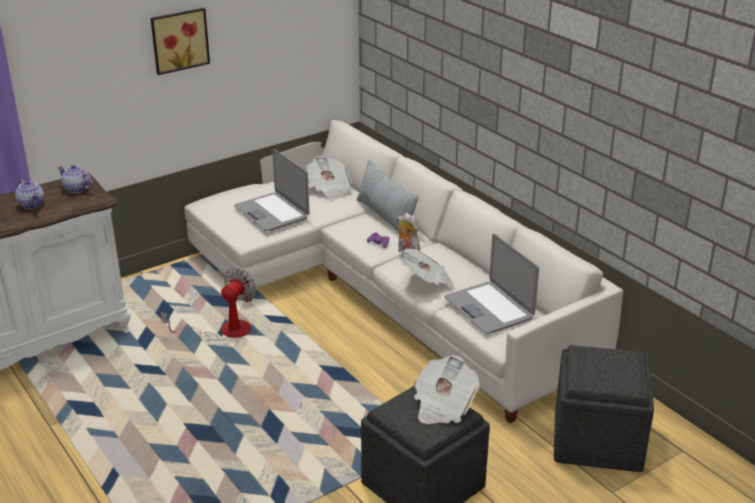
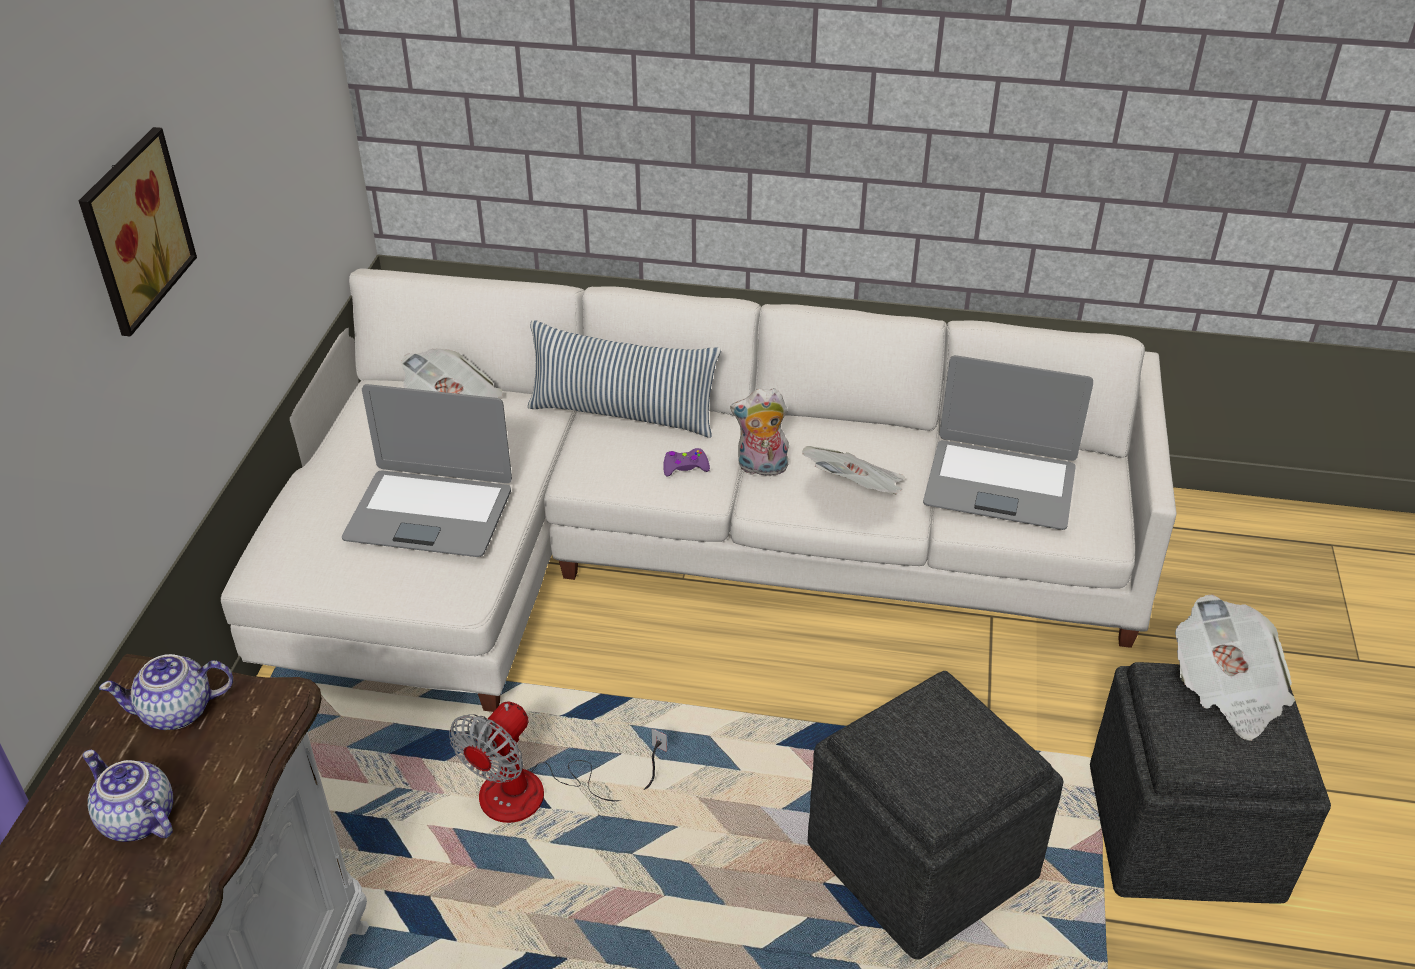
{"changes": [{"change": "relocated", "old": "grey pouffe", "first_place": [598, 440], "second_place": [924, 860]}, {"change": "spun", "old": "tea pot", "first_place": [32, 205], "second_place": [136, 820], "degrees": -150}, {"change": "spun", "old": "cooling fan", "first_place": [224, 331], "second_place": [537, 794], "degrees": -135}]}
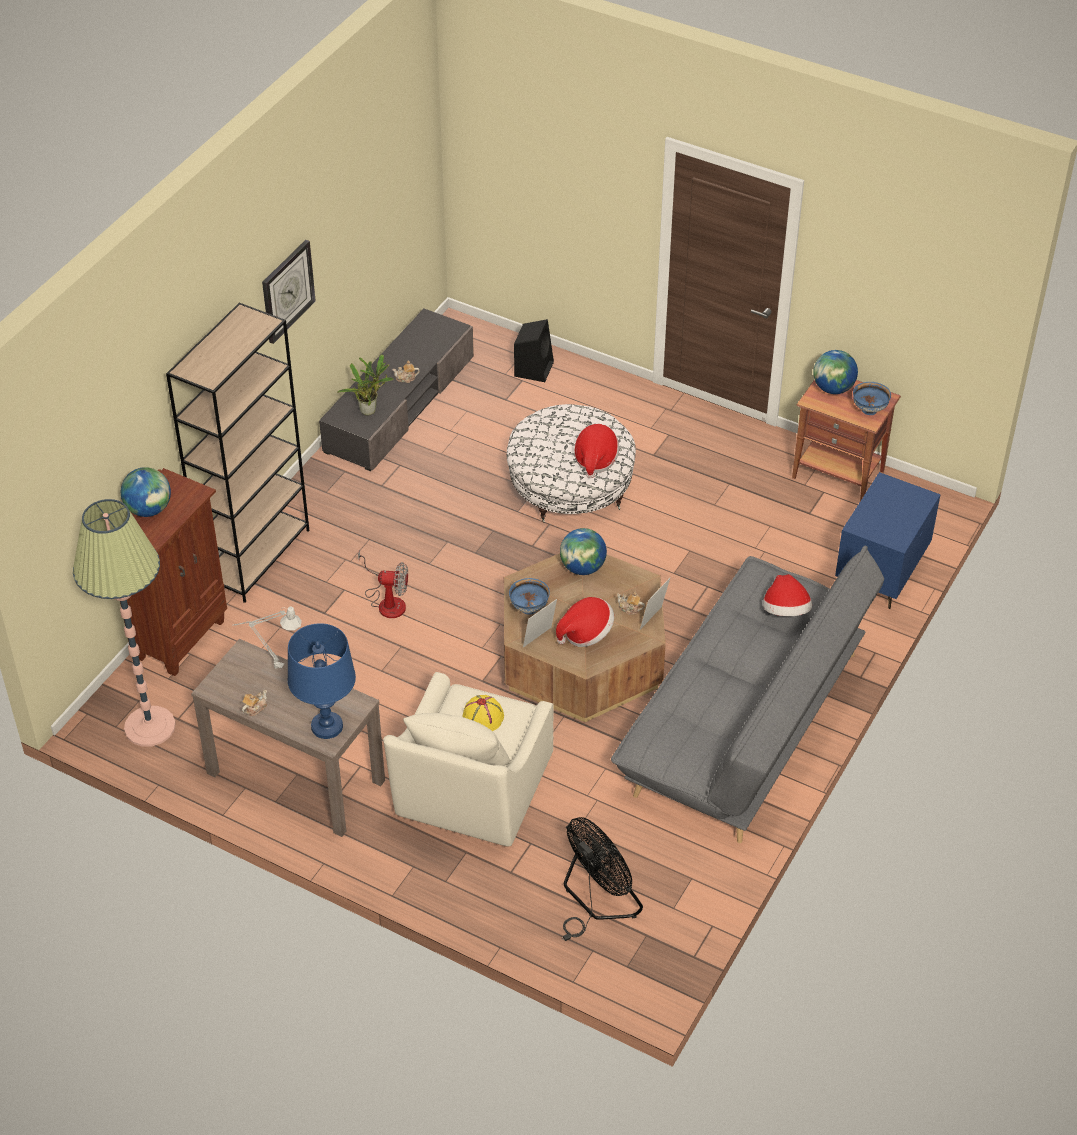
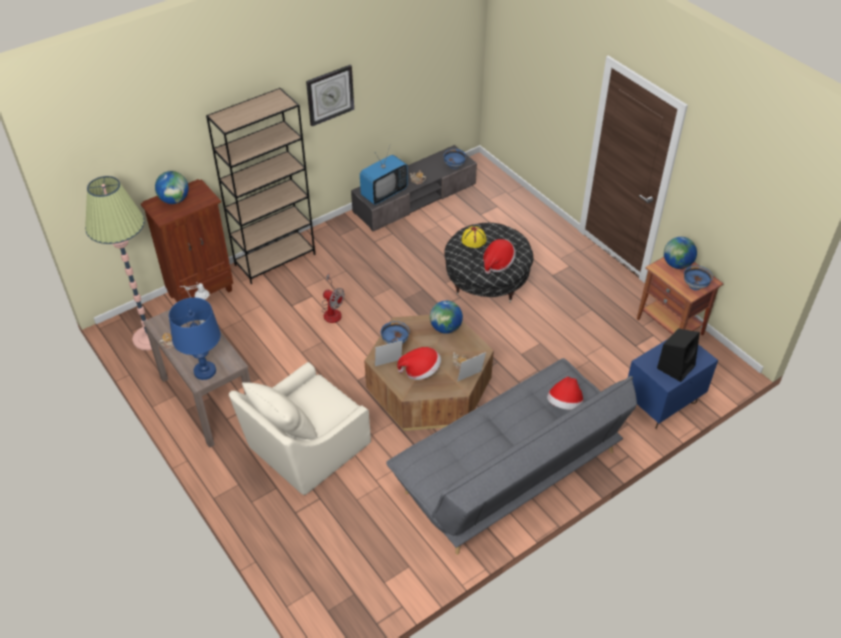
{"changes": [{"change": "missing", "old": "blackish cooling fan", "first_place": [592, 898]}, {"change": "appeared", "new": "blue bowl", "second_place": [454, 166]}, {"change": "relocated", "old": "yellow hat", "first_place": [483, 717], "second_place": [474, 240]}, {"change": "relocated", "old": "blackish loudspeaker", "first_place": [534, 368], "second_place": [676, 366]}, {"change": "exchanged", "old": "houseplant", "new": "TV", "first_place": [370, 410], "second_place": [384, 193]}, {"change": "colour", "old": "whitish pouffe", "new": "blackish pouffe", "first_place": [570, 488], "second_place": [487, 279]}]}
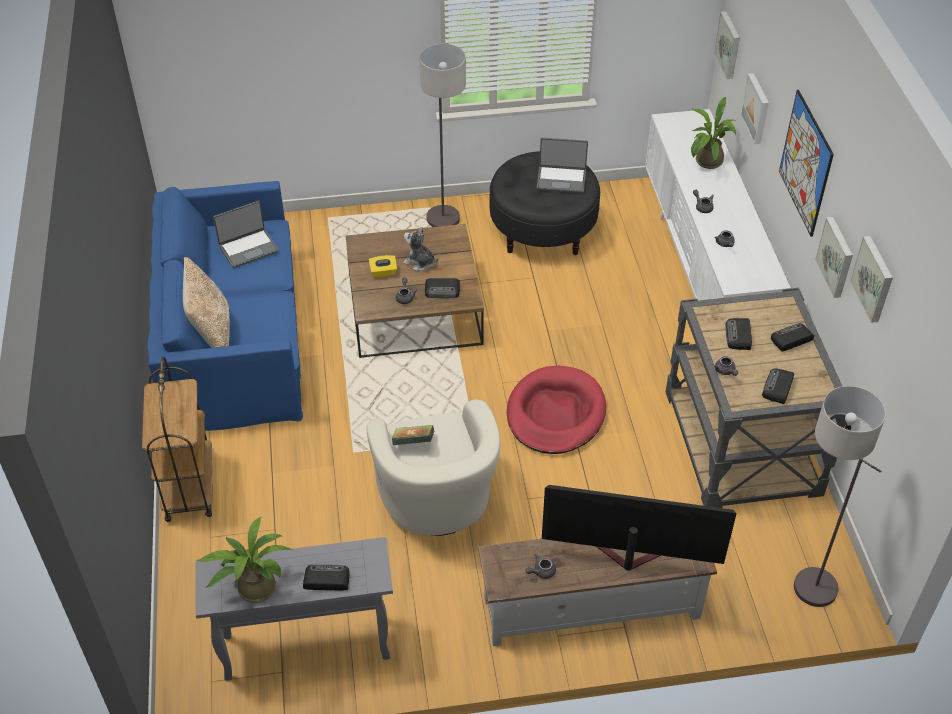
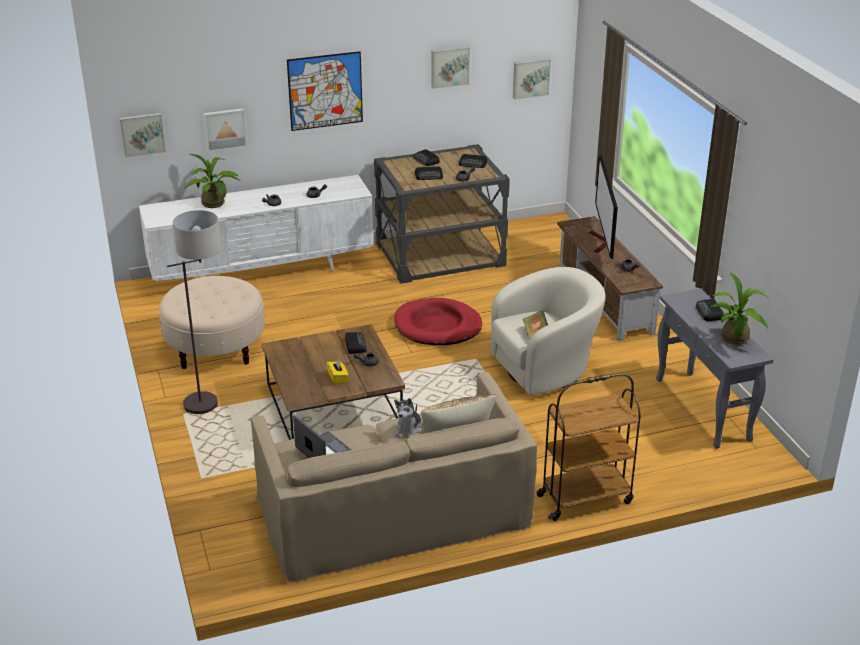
{"changes": [{"change": "missing", "old": "notebook computer", "first_place": [561, 179]}, {"change": "missing", "old": "grey floor lamp", "first_place": [804, 580]}, {"change": "relocated", "old": "cuddly toy", "first_place": [420, 262], "second_place": [409, 430]}, {"change": "relocated", "old": "wall art", "first_place": [836, 257], "second_place": [530, 78]}, {"change": "colour", "old": "blue sofa", "new": "beige-coloured sofa", "first_place": [233, 336], "second_place": [393, 510]}, {"change": "colour", "old": "blackish pouffe", "new": "beige-coloured pouffe", "first_place": [543, 230], "second_place": [215, 348]}]}
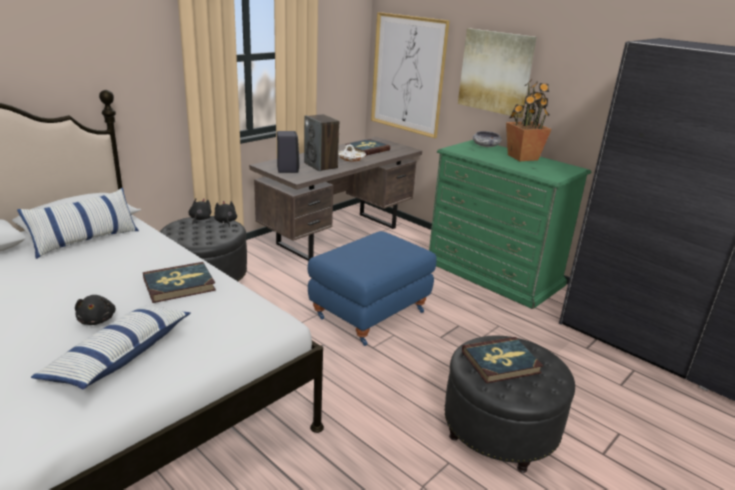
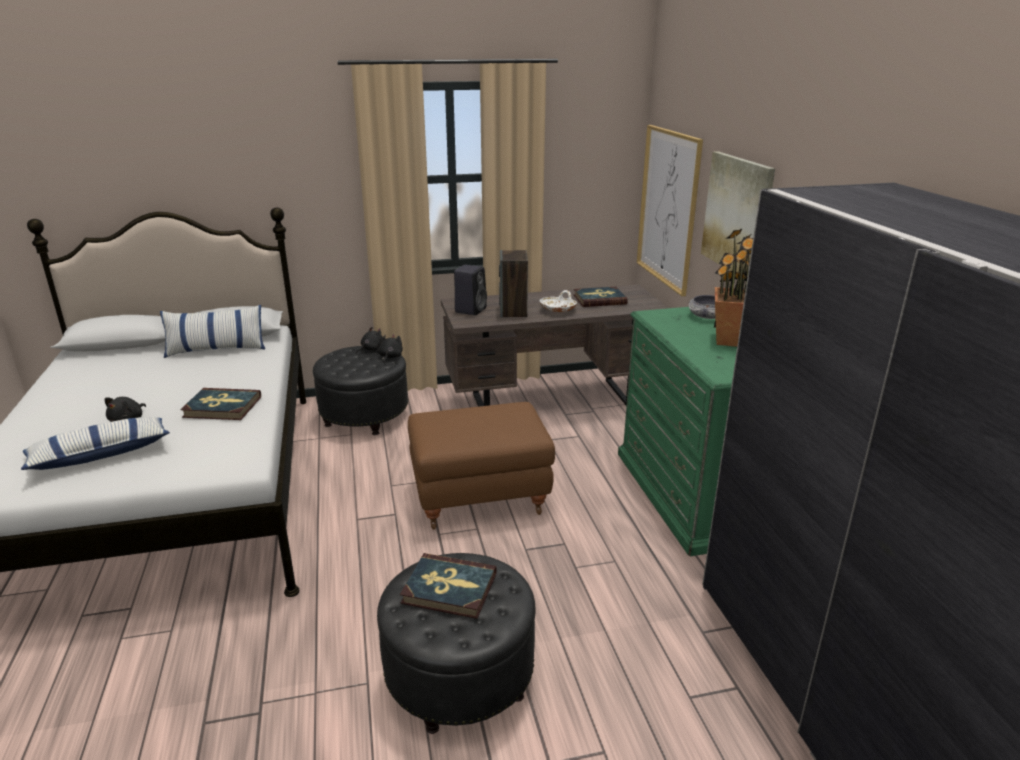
{"changes": [{"change": "colour", "old": "blue pouffe", "new": "brown pouffe", "first_place": [369, 313], "second_place": [480, 496]}]}
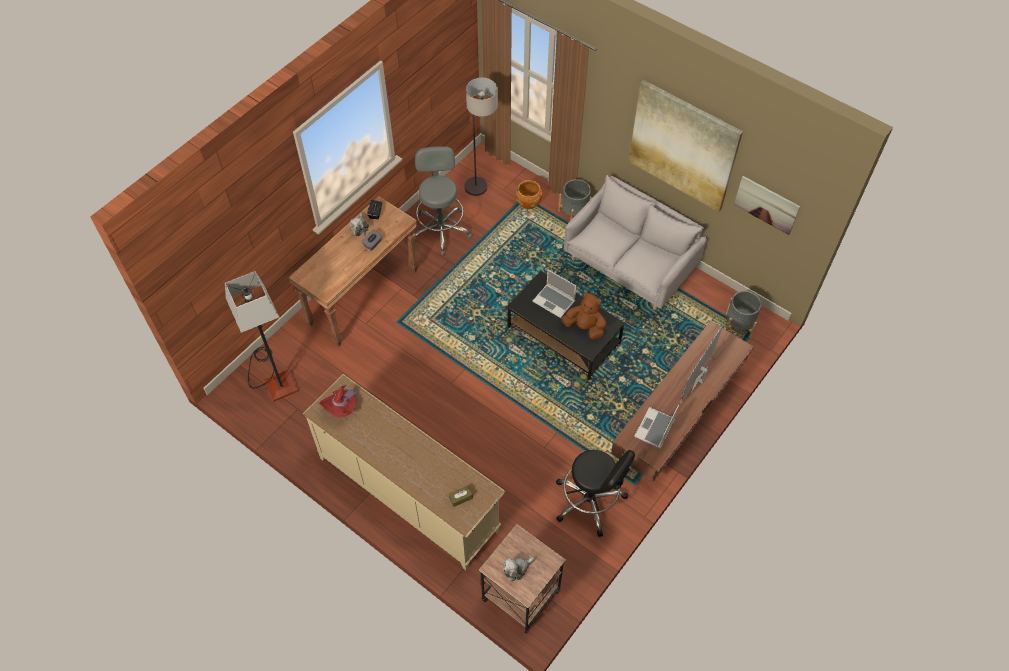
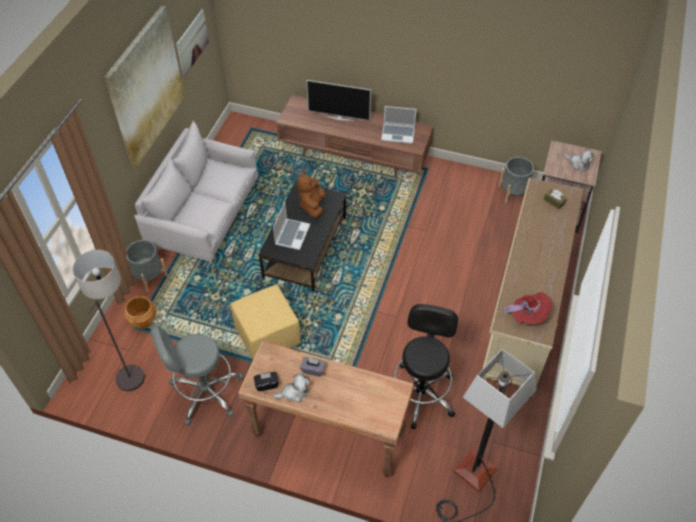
{"changes": [{"change": "appeared", "new": "yellow pouffe", "second_place": [266, 336]}, {"change": "relocated", "old": "blackish sitting stool", "first_place": [590, 502], "second_place": [420, 393]}, {"change": "relocated", "old": "grey plant pot", "first_place": [738, 325], "second_place": [513, 192]}]}
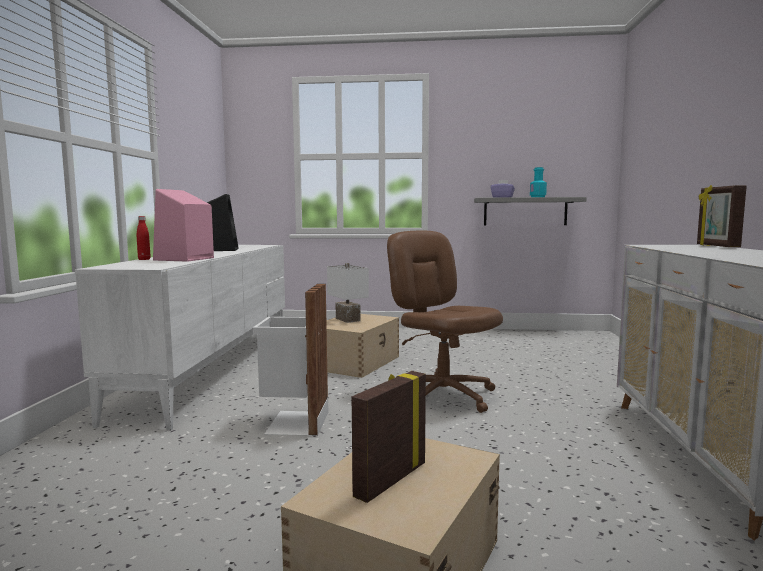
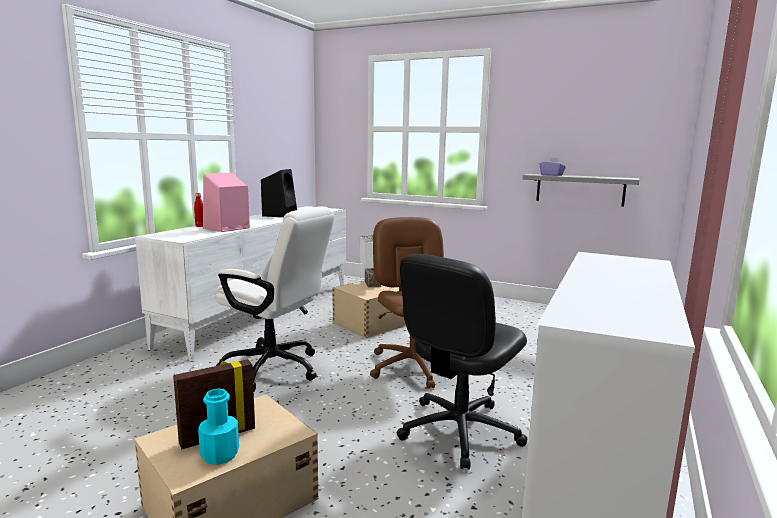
{"changes": [{"change": "missing", "old": "standing frame", "first_place": [716, 246]}, {"change": "appeared", "new": "blackish office chair", "second_place": [459, 431]}, {"change": "relocated", "old": "turquoise beverage bottle", "first_place": [537, 197], "second_place": [220, 455]}, {"change": "exchanged", "old": "whitish rubbish bin", "new": "whitish office chair", "first_place": [294, 422], "second_place": [276, 370]}]}
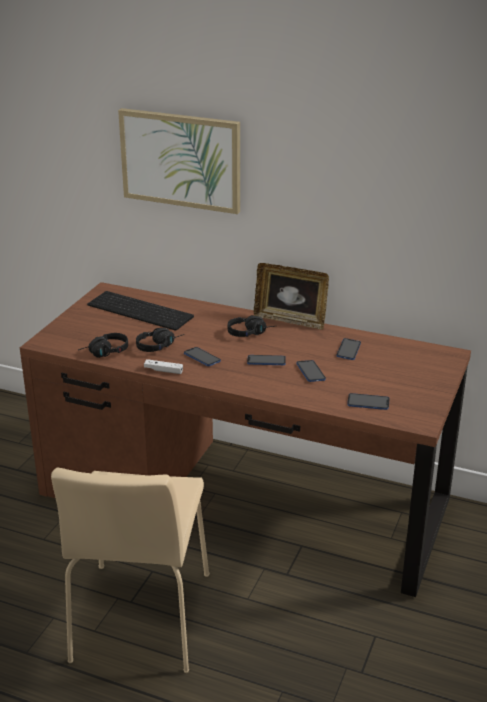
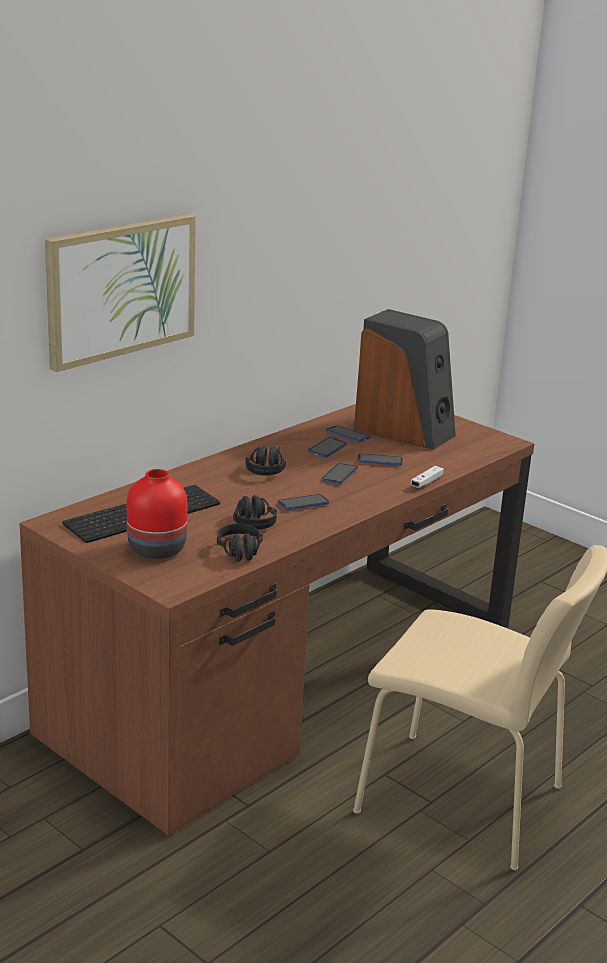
{"changes": [{"change": "missing", "old": "standing frame", "first_place": [290, 320]}, {"change": "appeared", "new": "reddish vase", "second_place": [155, 548]}, {"change": "appeared", "new": "loudspeaker", "second_place": [404, 431]}, {"change": "relocated", "old": "whitish gamepad", "first_place": [163, 370], "second_place": [426, 482]}, {"change": "relocated", "old": "handset", "first_place": [368, 402], "second_place": [327, 449]}]}
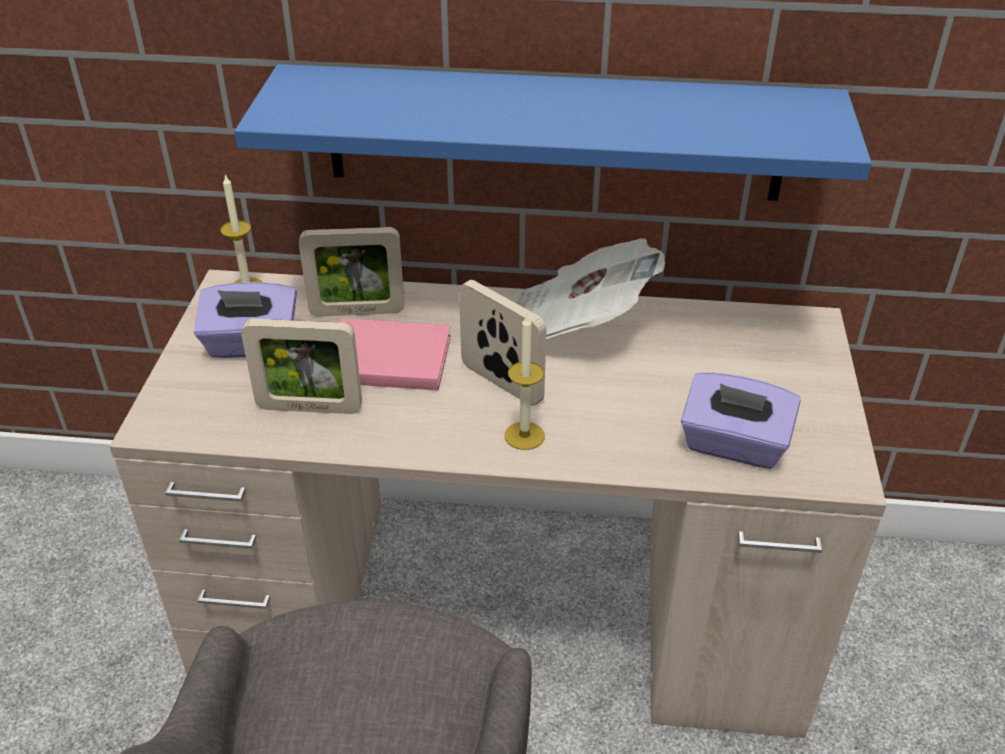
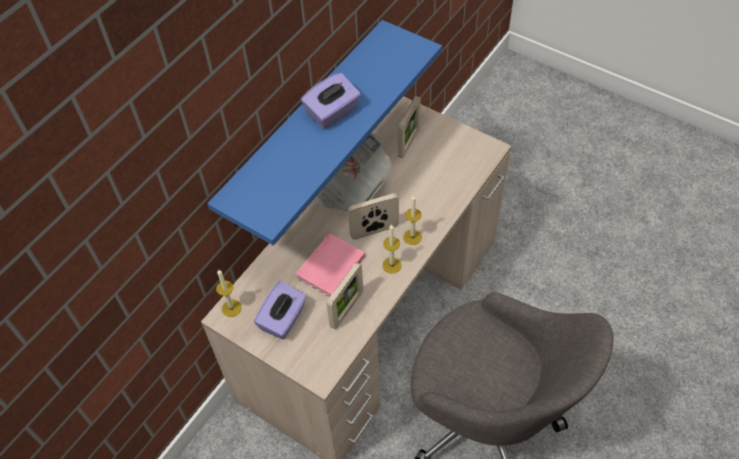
{"changes": [{"change": "appeared", "new": "wax candle", "second_place": [391, 265]}, {"change": "relocated", "old": "standing frame", "first_place": [357, 311], "second_place": [408, 142]}, {"change": "relocated", "old": "purple-coloured tissue box", "first_place": [733, 445], "second_place": [332, 113]}]}
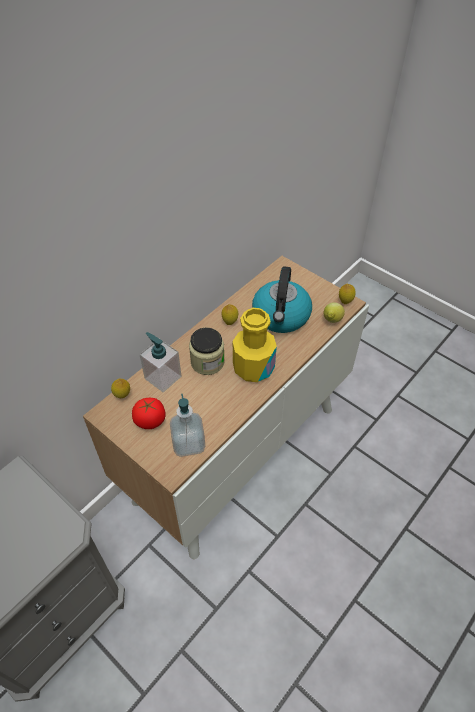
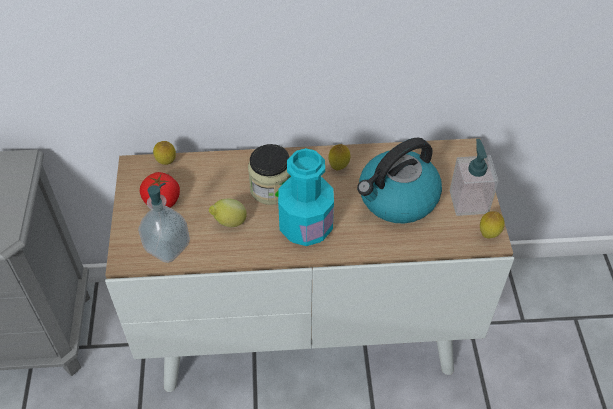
{"changes": [{"change": "relocated", "old": "soap dispenser", "first_place": [162, 377], "second_place": [468, 201]}, {"change": "relocated", "old": "lemon", "first_place": [331, 321], "second_place": [229, 223]}, {"change": "colour", "old": "yellow beverage bottle", "new": "turquoise beverage bottle", "first_place": [253, 368], "second_place": [306, 227]}]}
